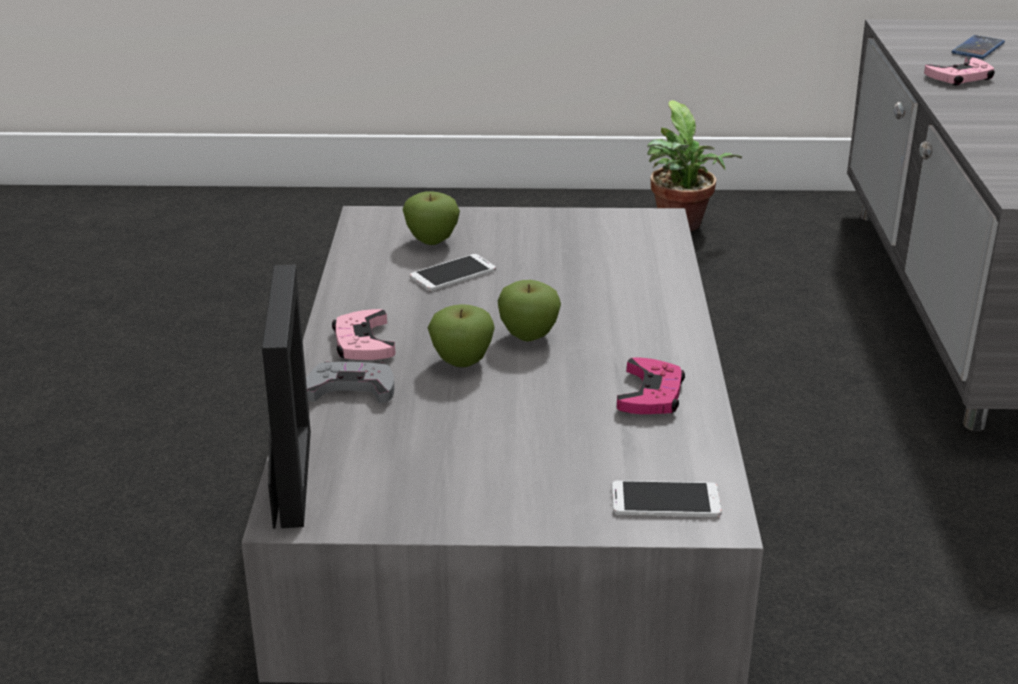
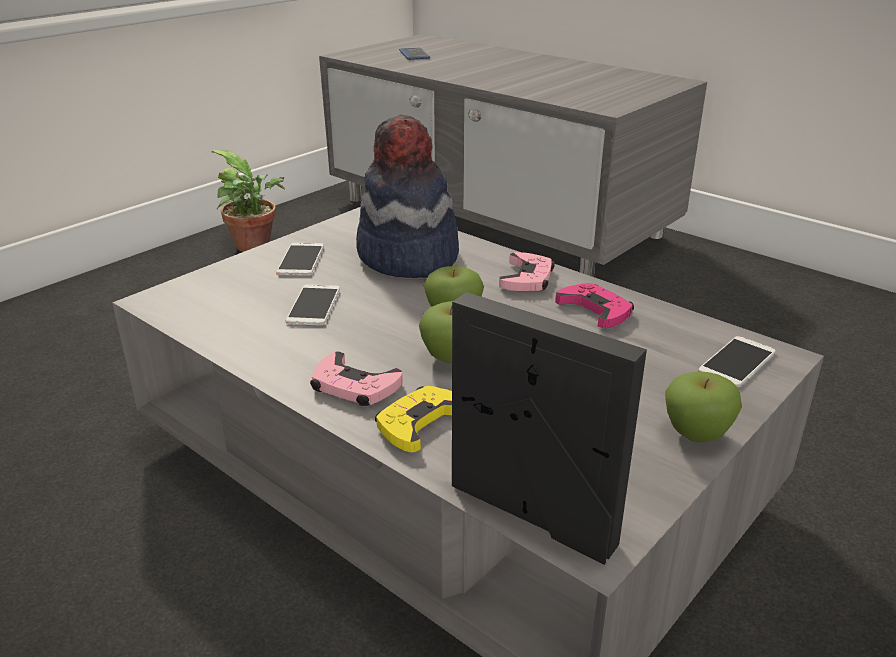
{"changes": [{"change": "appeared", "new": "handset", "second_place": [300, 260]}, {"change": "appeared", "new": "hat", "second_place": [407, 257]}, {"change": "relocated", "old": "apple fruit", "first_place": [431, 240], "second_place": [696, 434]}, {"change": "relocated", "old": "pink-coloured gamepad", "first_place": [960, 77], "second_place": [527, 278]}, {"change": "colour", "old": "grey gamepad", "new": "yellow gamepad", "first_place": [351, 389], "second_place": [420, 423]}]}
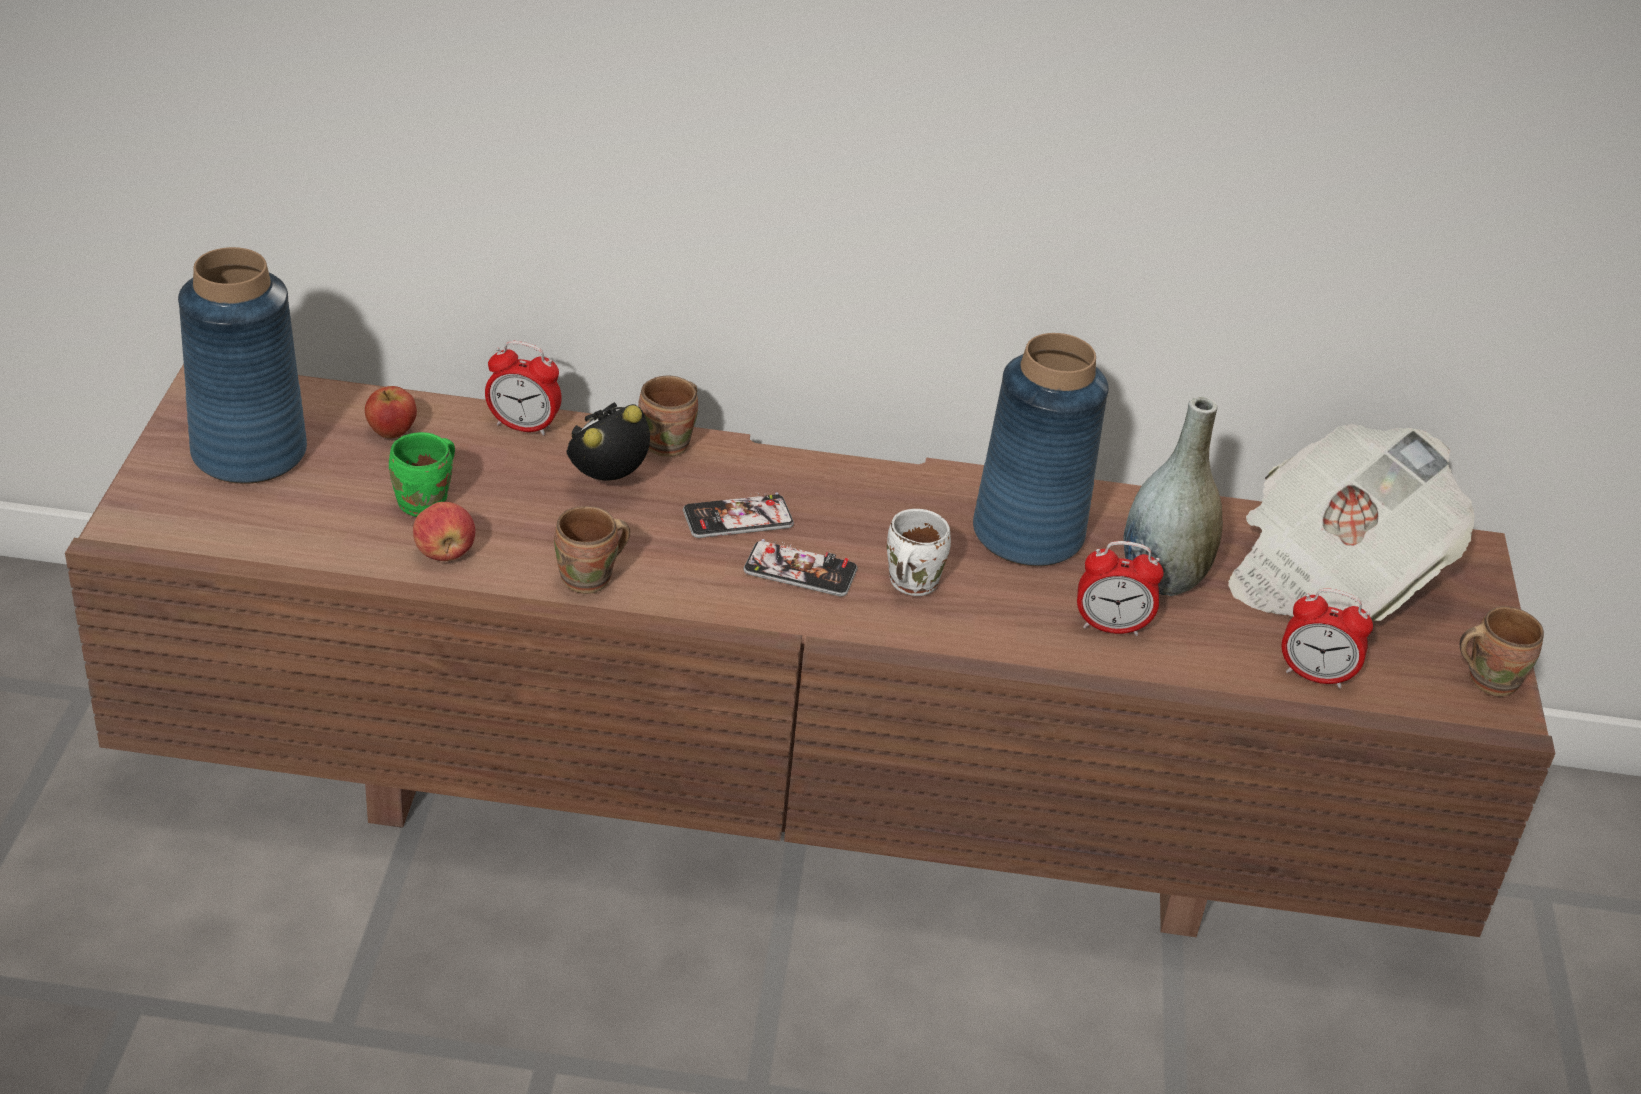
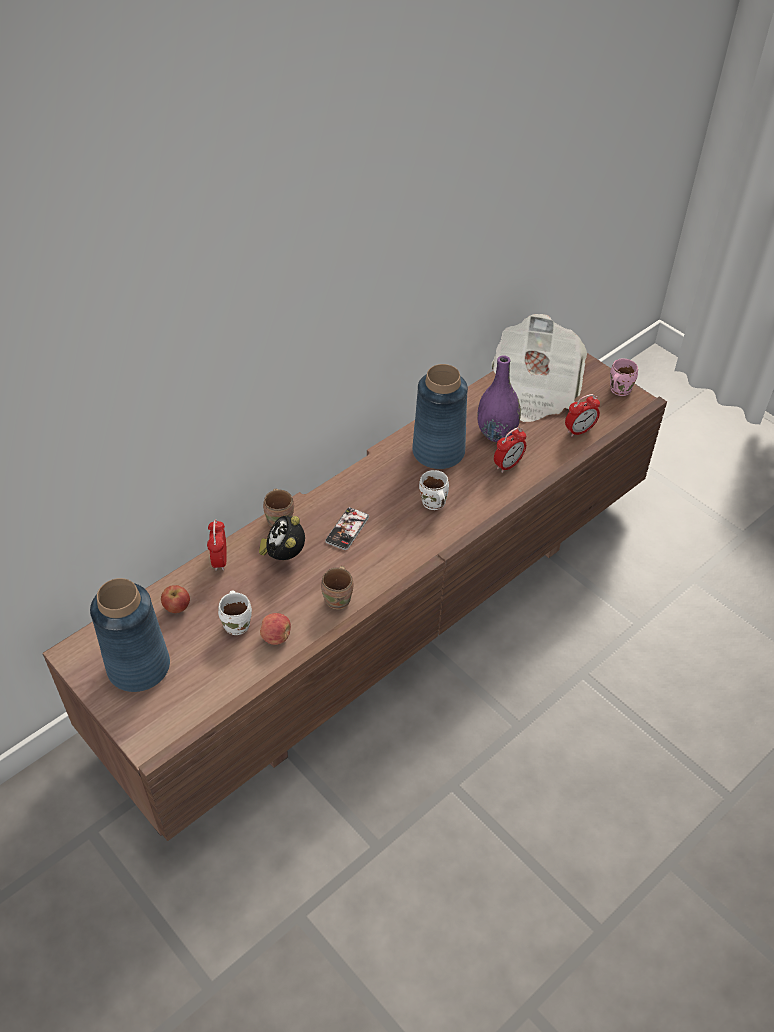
{"changes": [{"change": "missing", "old": "handset", "first_place": [800, 570]}, {"change": "colour", "old": "greenish mug", "new": "whitish mug", "first_place": [427, 503], "second_place": [238, 624]}, {"change": "colour", "old": "grey vase", "new": "purple-coloured vase", "first_place": [1162, 579], "second_place": [496, 433]}, {"change": "colour", "old": "brown mug", "new": "pink-coloured mug", "first_place": [1488, 678], "second_place": [618, 389]}, {"change": "spun", "old": "bedside clock", "first_place": [523, 426], "second_place": [220, 560], "degrees": 120}]}
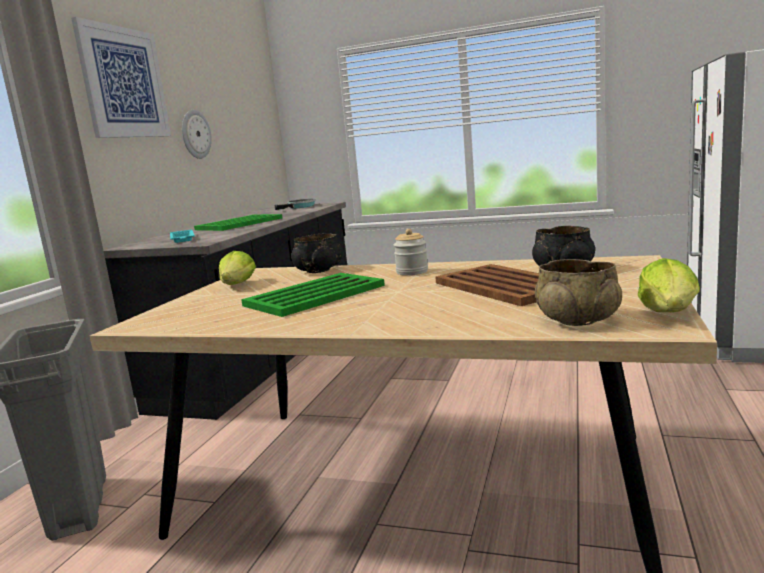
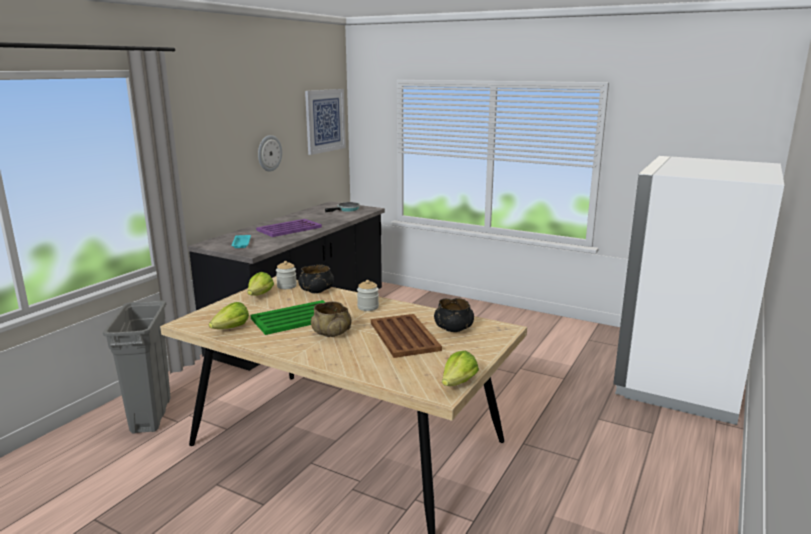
{"changes": [{"change": "appeared", "new": "lettuce", "second_place": [231, 328]}, {"change": "appeared", "new": "jar", "second_place": [287, 286]}, {"change": "relocated", "old": "wall art", "first_place": [124, 83], "second_place": [325, 120]}, {"change": "relocated", "old": "beige-coloured bowl", "first_place": [576, 320], "second_place": [331, 333]}, {"change": "colour", "old": "greenish tray", "new": "purple-coloured tray", "first_place": [239, 224], "second_place": [288, 229]}]}
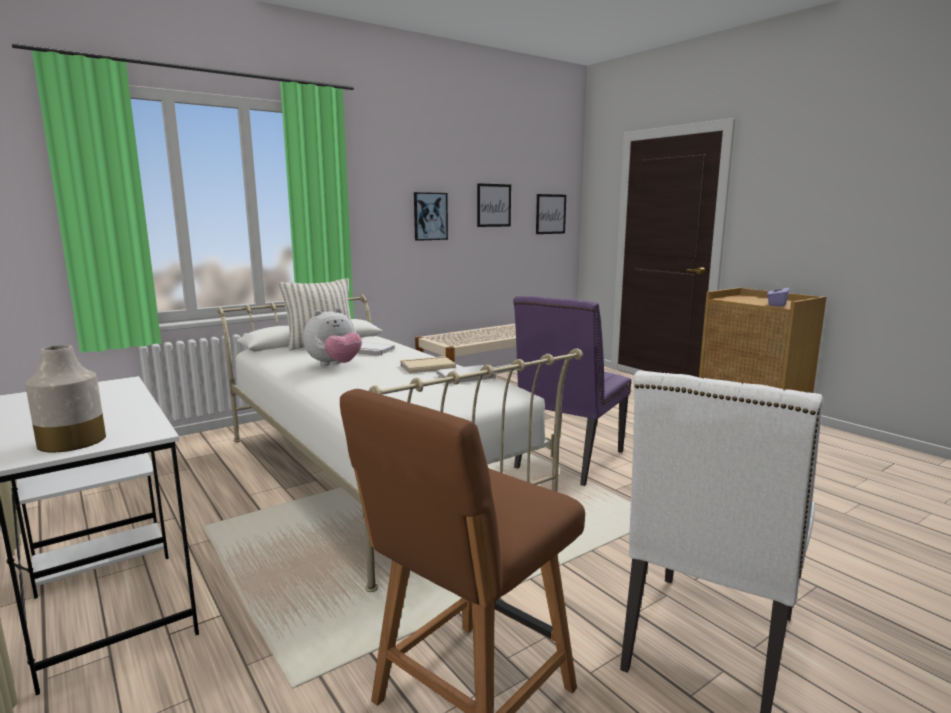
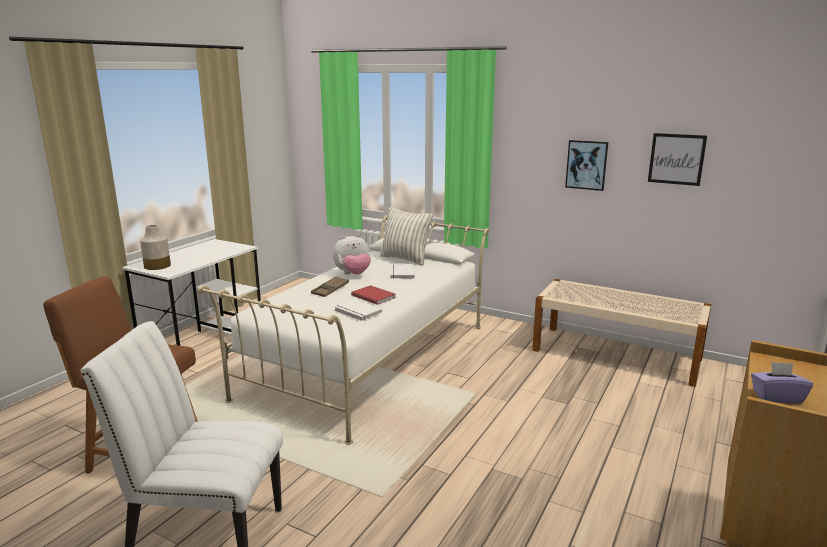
{"changes": [{"change": "missing", "old": "purple-coloured plain chair", "first_place": [569, 459]}, {"change": "missing", "old": "wall art", "first_place": [550, 214]}, {"change": "appeared", "new": "brown tray", "second_place": [330, 290]}, {"change": "colour", "old": "beige-coloured bound book", "new": "reddish bound book", "first_place": [426, 366], "second_place": [374, 296]}, {"change": "spun", "old": "cuddly toy", "first_place": [334, 365], "second_place": [353, 274], "degrees": -45}]}
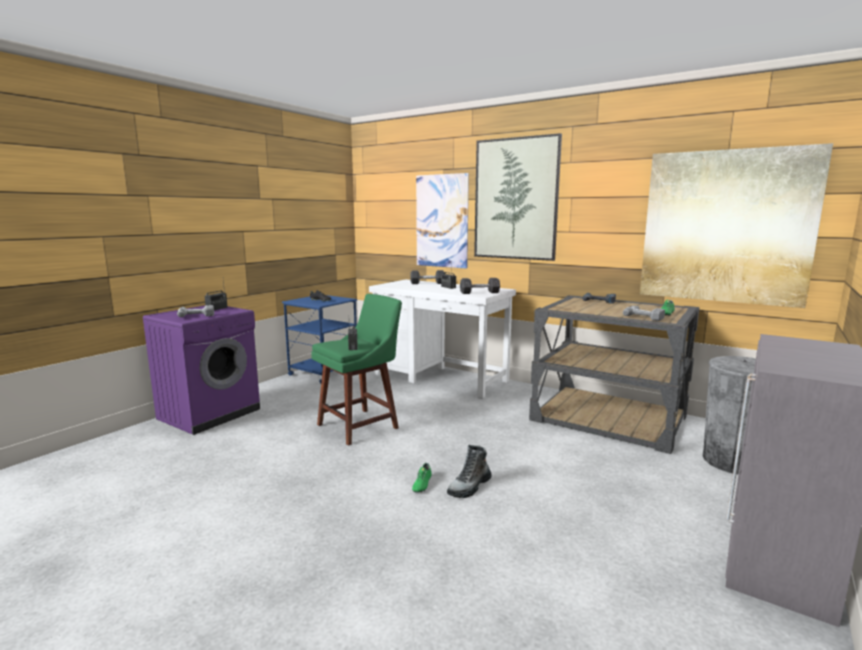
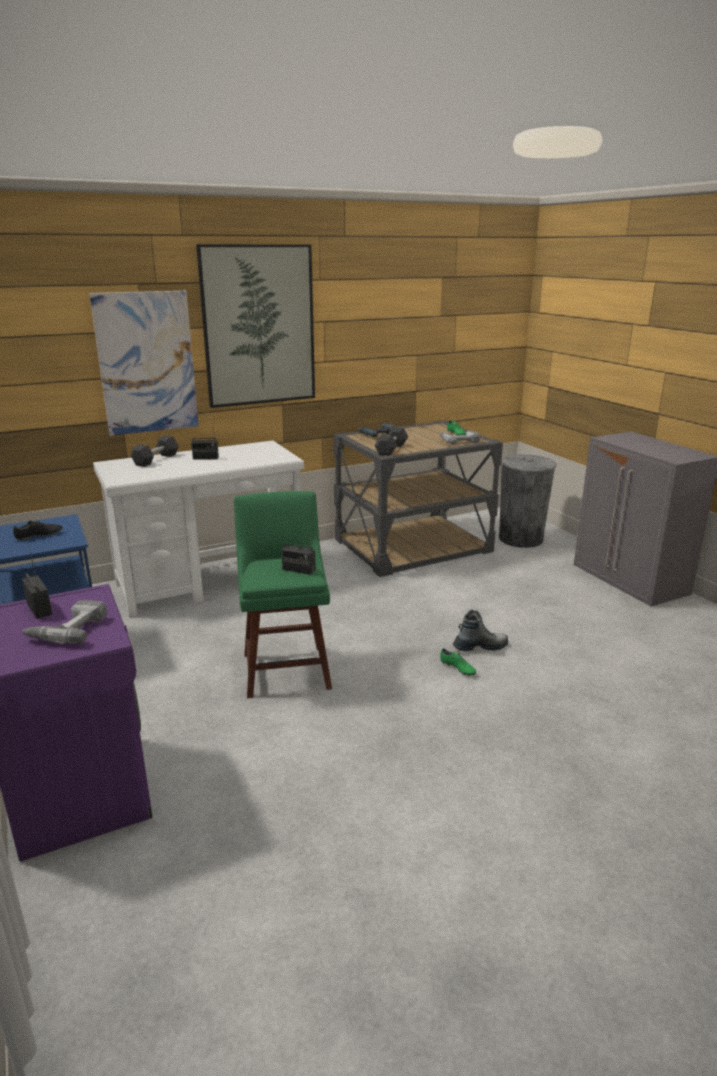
{"changes": [{"change": "missing", "old": "wall art", "first_place": [725, 227]}, {"change": "relocated", "old": "grey dumbbell", "first_place": [479, 292], "second_place": [391, 449]}, {"change": "spun", "old": "high-top boot", "first_place": [469, 487], "second_place": [480, 647], "degrees": -90}]}
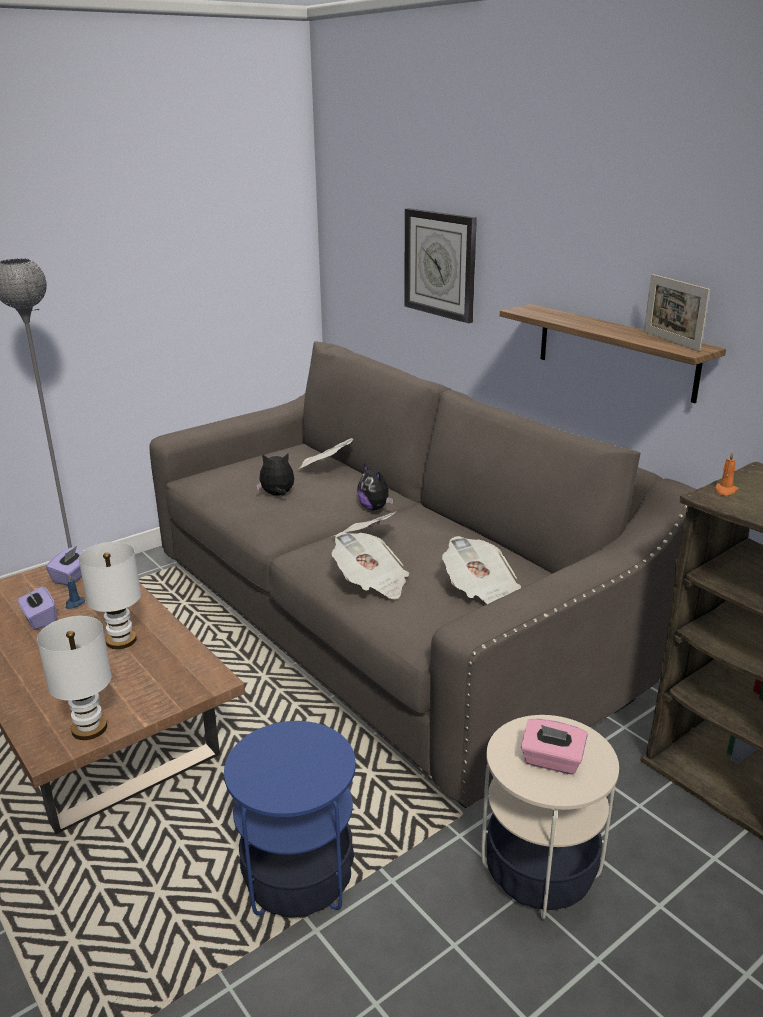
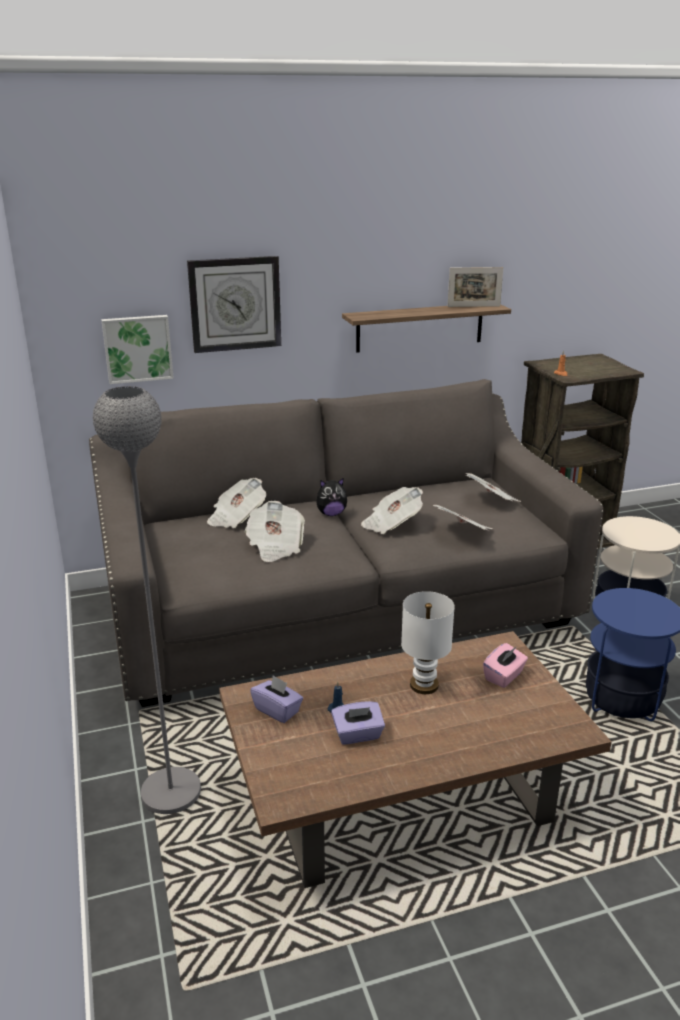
{"changes": [{"change": "missing", "old": "whitish lamp for a table", "first_place": [89, 729]}, {"change": "appeared", "new": "wall art", "second_place": [137, 348]}, {"change": "relocated", "old": "pink-coloured tissue box", "first_place": [551, 761], "second_place": [504, 676]}, {"change": "exchanged", "old": "cuddly toy", "new": "printed paper", "first_place": [277, 495], "second_place": [275, 546]}]}
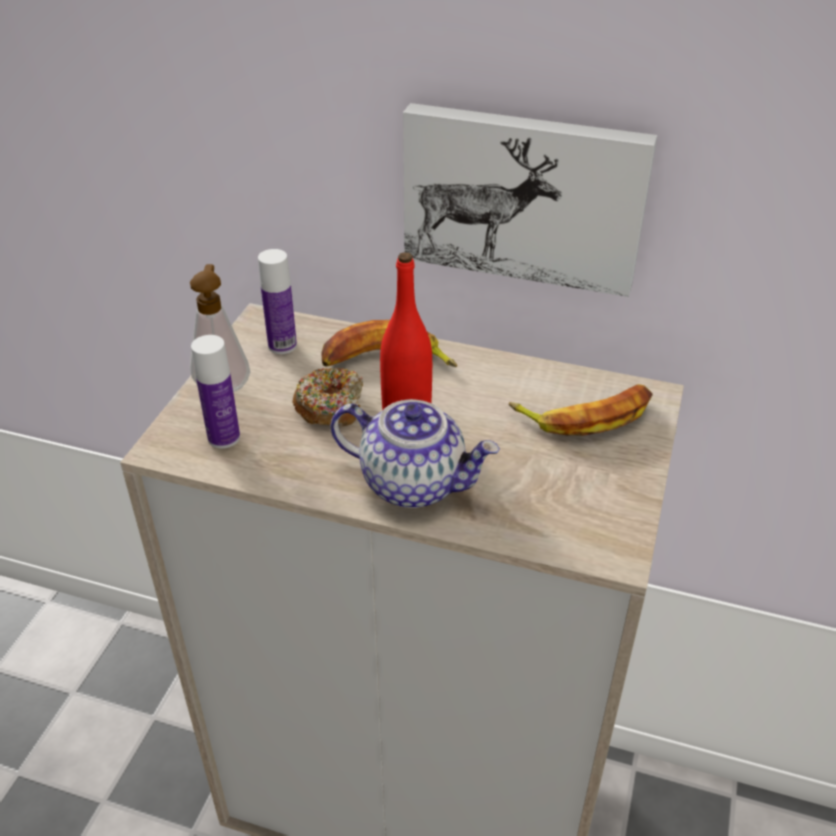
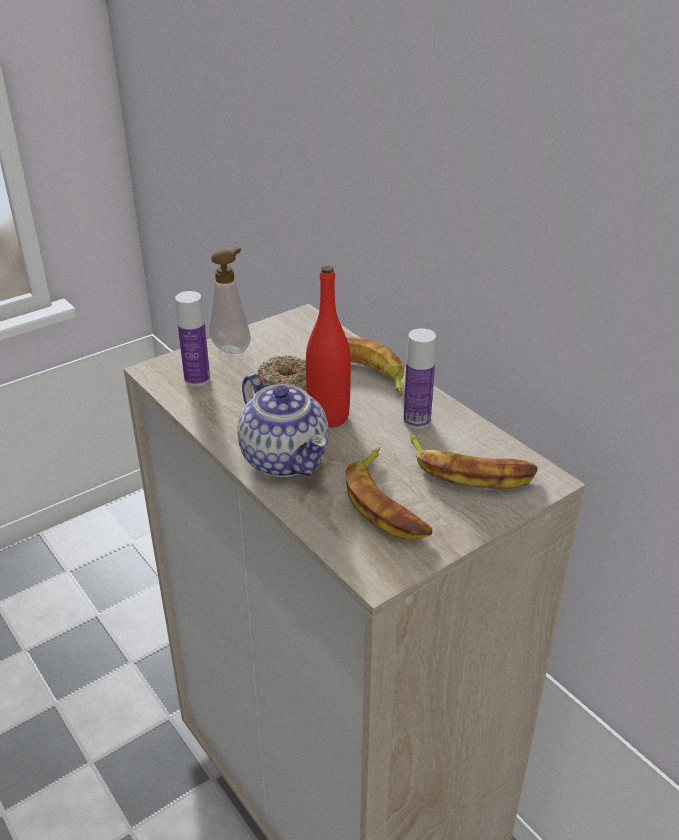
{"changes": [{"change": "missing", "old": "wall art", "first_place": [524, 196]}, {"change": "appeared", "new": "whole banana", "second_place": [387, 503]}, {"change": "relocated", "old": "beverage bottle", "first_place": [282, 345], "second_place": [417, 421]}]}
